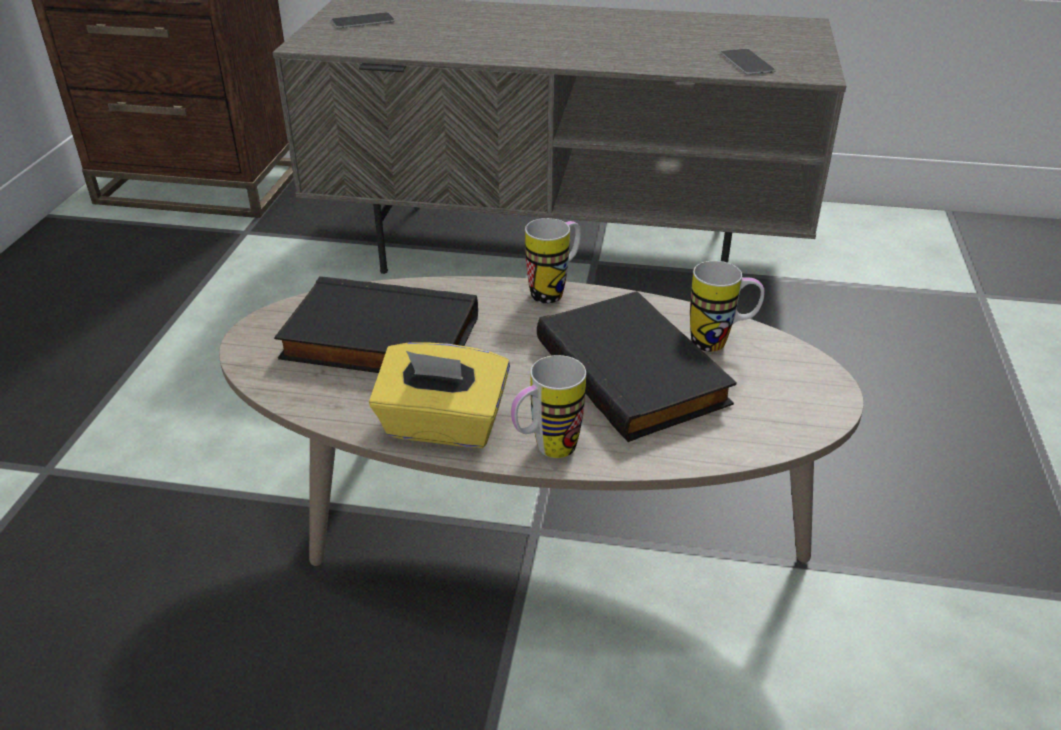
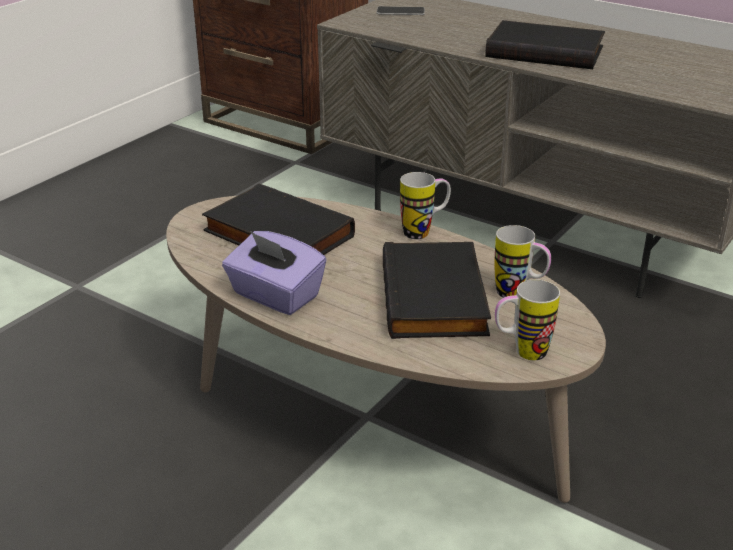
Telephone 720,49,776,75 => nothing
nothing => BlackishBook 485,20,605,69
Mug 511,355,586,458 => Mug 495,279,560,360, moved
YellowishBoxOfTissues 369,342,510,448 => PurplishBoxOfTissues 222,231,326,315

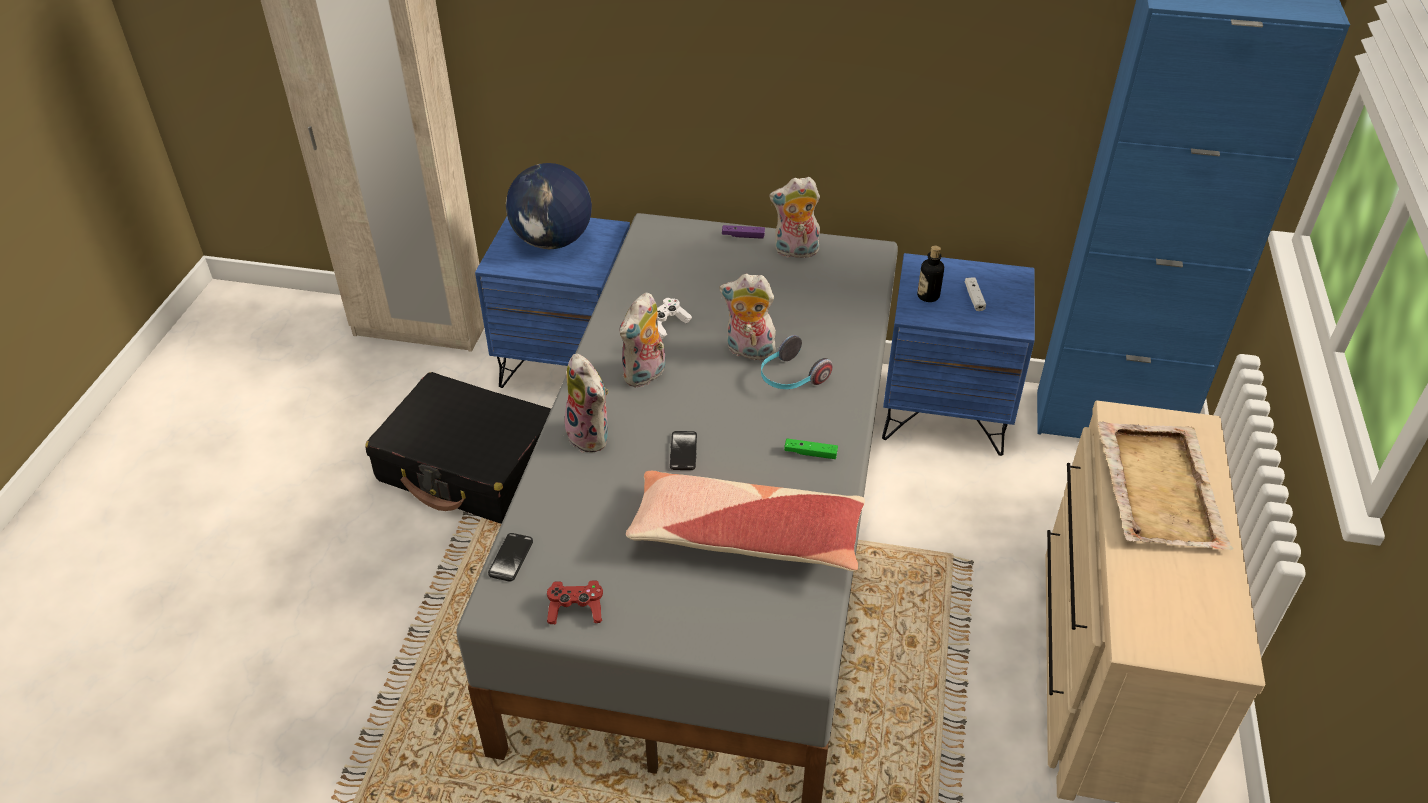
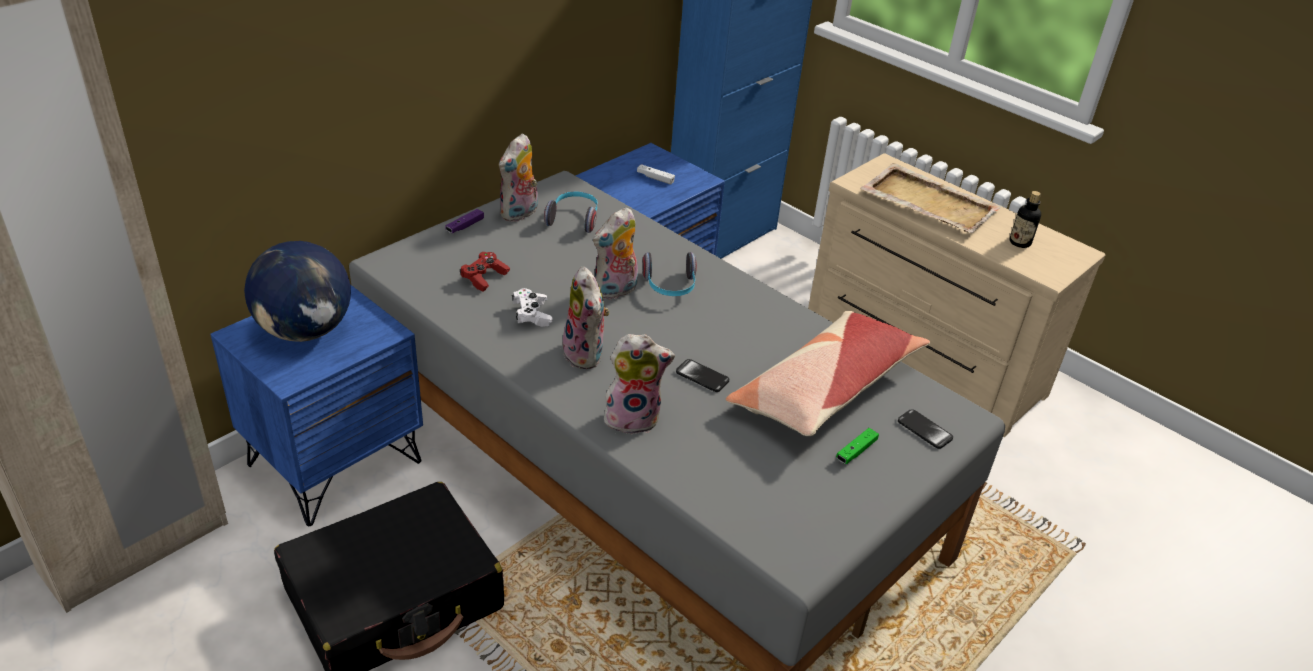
nothing => PairOfHeadphones 544,191,598,233
Telephone 488,533,533,582 => Telephone 898,409,953,449, moved
ReddishGameController 547,580,603,624 => ReddishGameController 460,252,510,291, moved
GreenishGameController 784,439,838,459 => GreenishGameController 836,428,879,464, moved
Bottle 917,245,944,302 => Bottle 1010,191,1041,248, moved

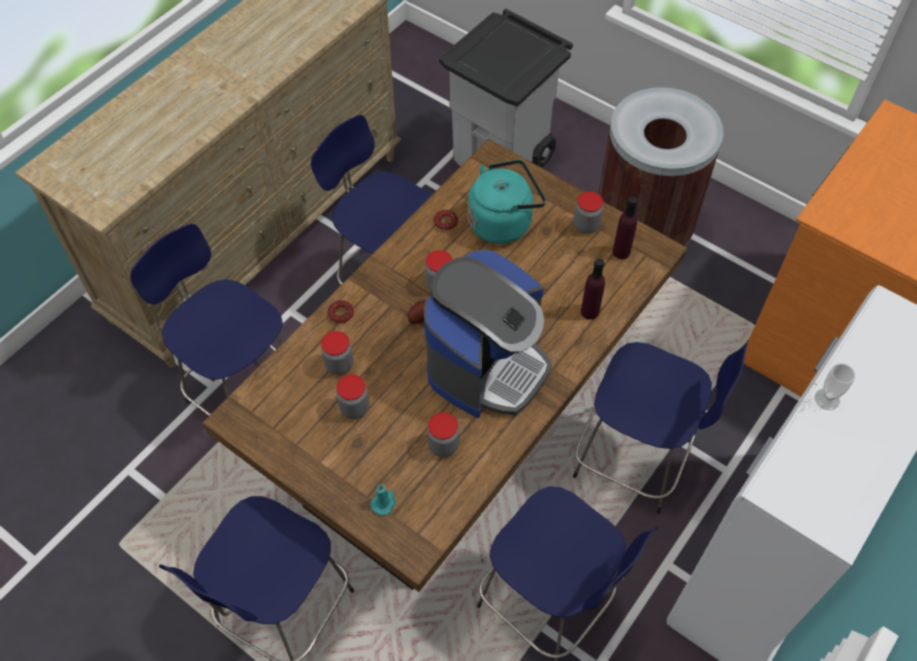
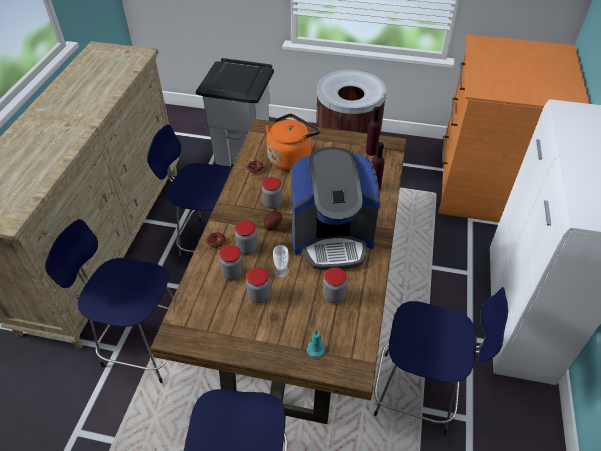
BluishStool 573,342,748,514 => nothing
StorageJar 574,191,603,234 => StorageJar 235,220,258,254, moved
SmallCup 815,363,855,410 => SmallCup 273,245,289,278, moved
BlueGreenWaterKettle 467,159,546,244 => OrangeColouredWaterKettle 265,114,320,170
CoffeeMaker 424,249,552,418 => CoffeeMaker 291,147,381,270, 75 degrees clockwise

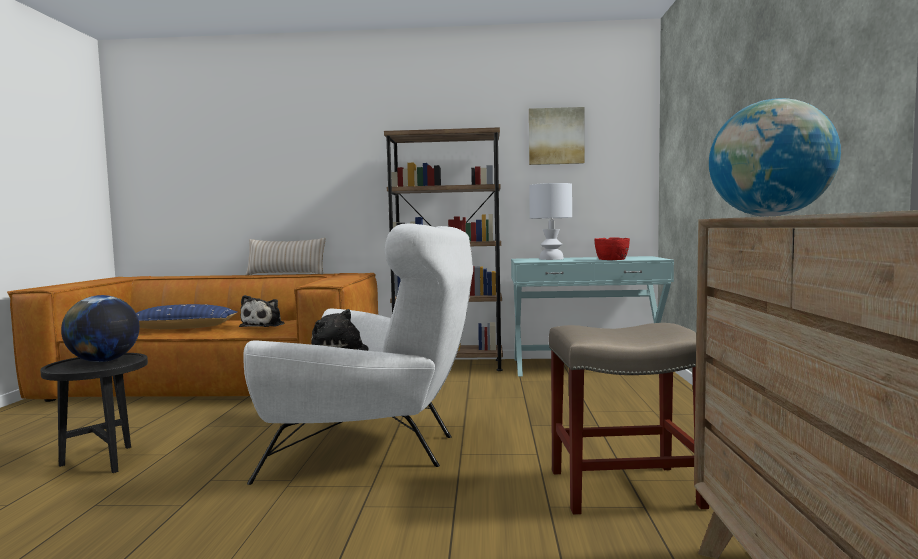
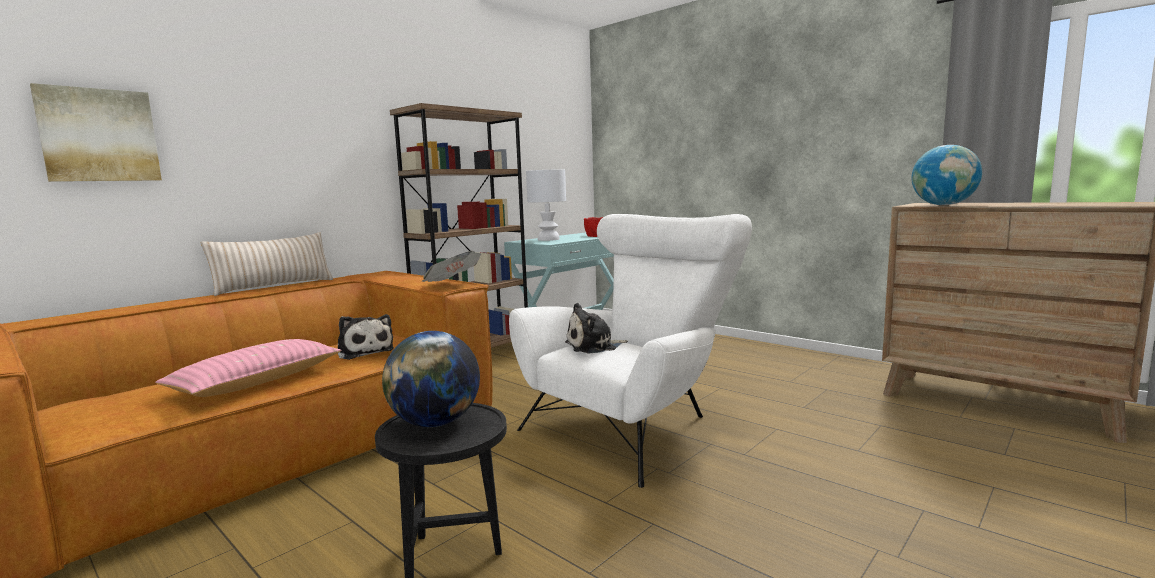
BeigeStool 549,323,709,515 => nothing
nothing => Newspaper 422,251,481,282
WallPicture 529,107,585,165 => WallPicture 30,83,162,182, moved
BluishPillow 136,304,238,329 => PinkColouredPillow 155,339,342,397

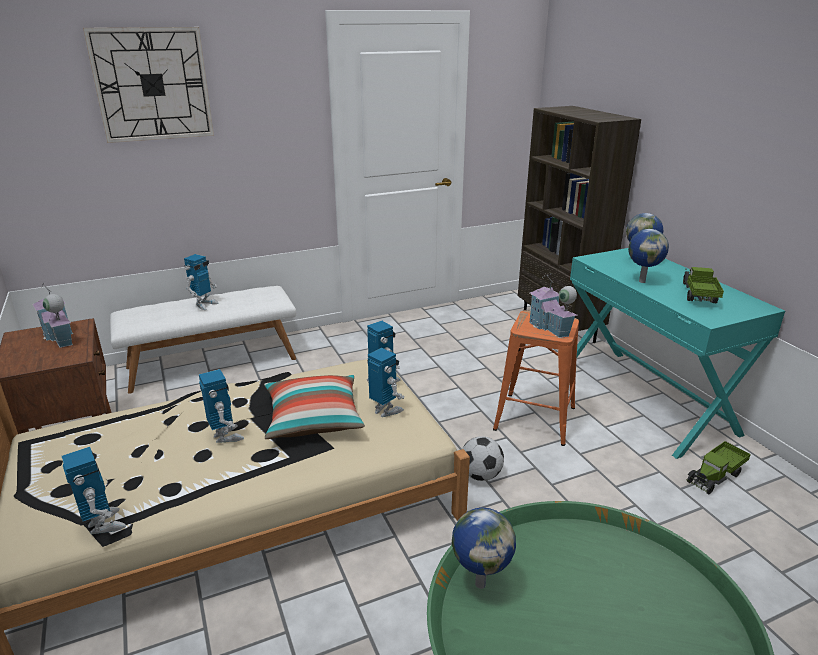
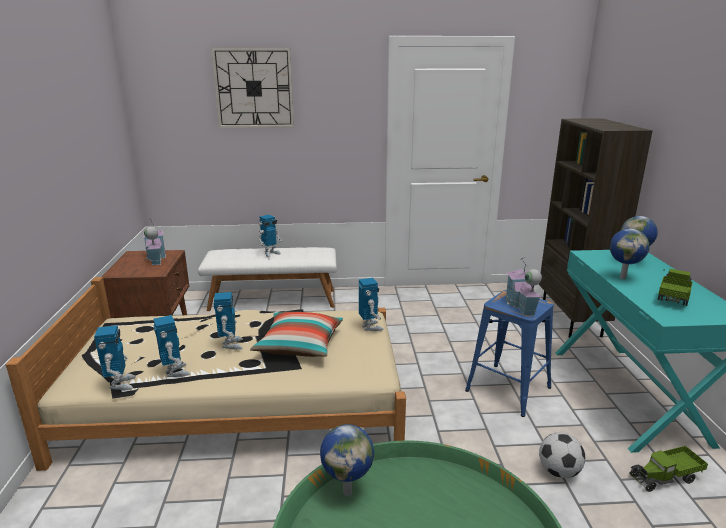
ModelRobot 367,348,404,417 => ModelRobot 153,315,190,377, moved
FootballBall 462,436,504,481 => FootballBall 539,432,585,478, moved
OrangeColouredStool 493,310,579,446 => BluishStool 465,290,554,417

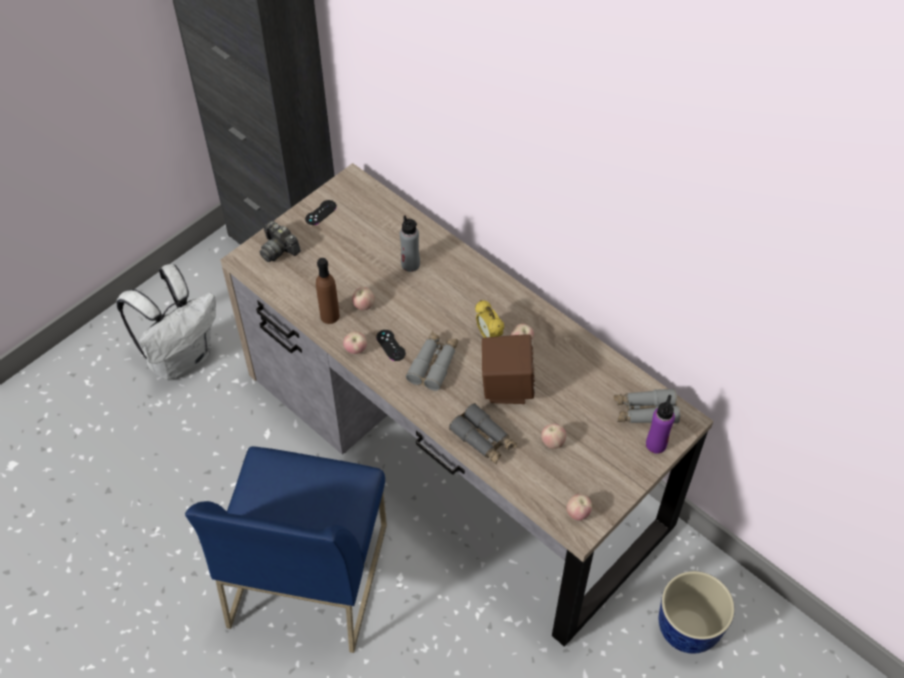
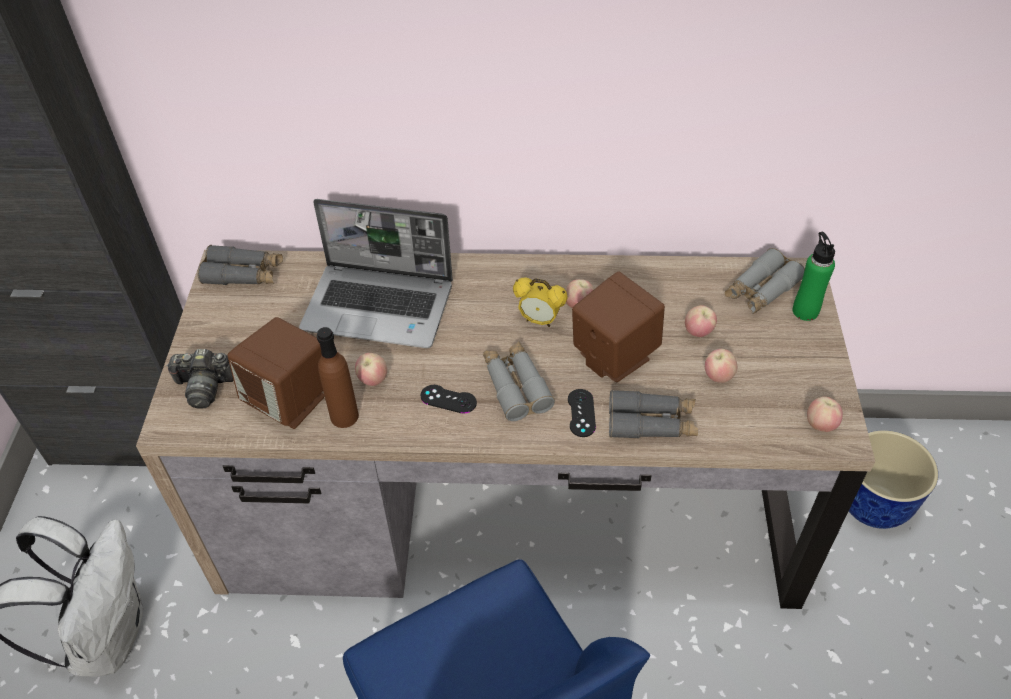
nothing => GreyFieldGlasses 198,245,283,285
nothing => BrownColouredAudioSpeaker 227,317,324,429
BlackishGameController 305,200,337,225 => BlackishGameController 568,389,596,437, moved
WholeApple 343,331,367,354 => WholeApple 685,305,717,337, moved
GreyBottle 400,215,420,272 => NotebookComputer 299,199,453,348
PurplishBottle 646,395,675,454 => GreenishBottle 793,232,835,321

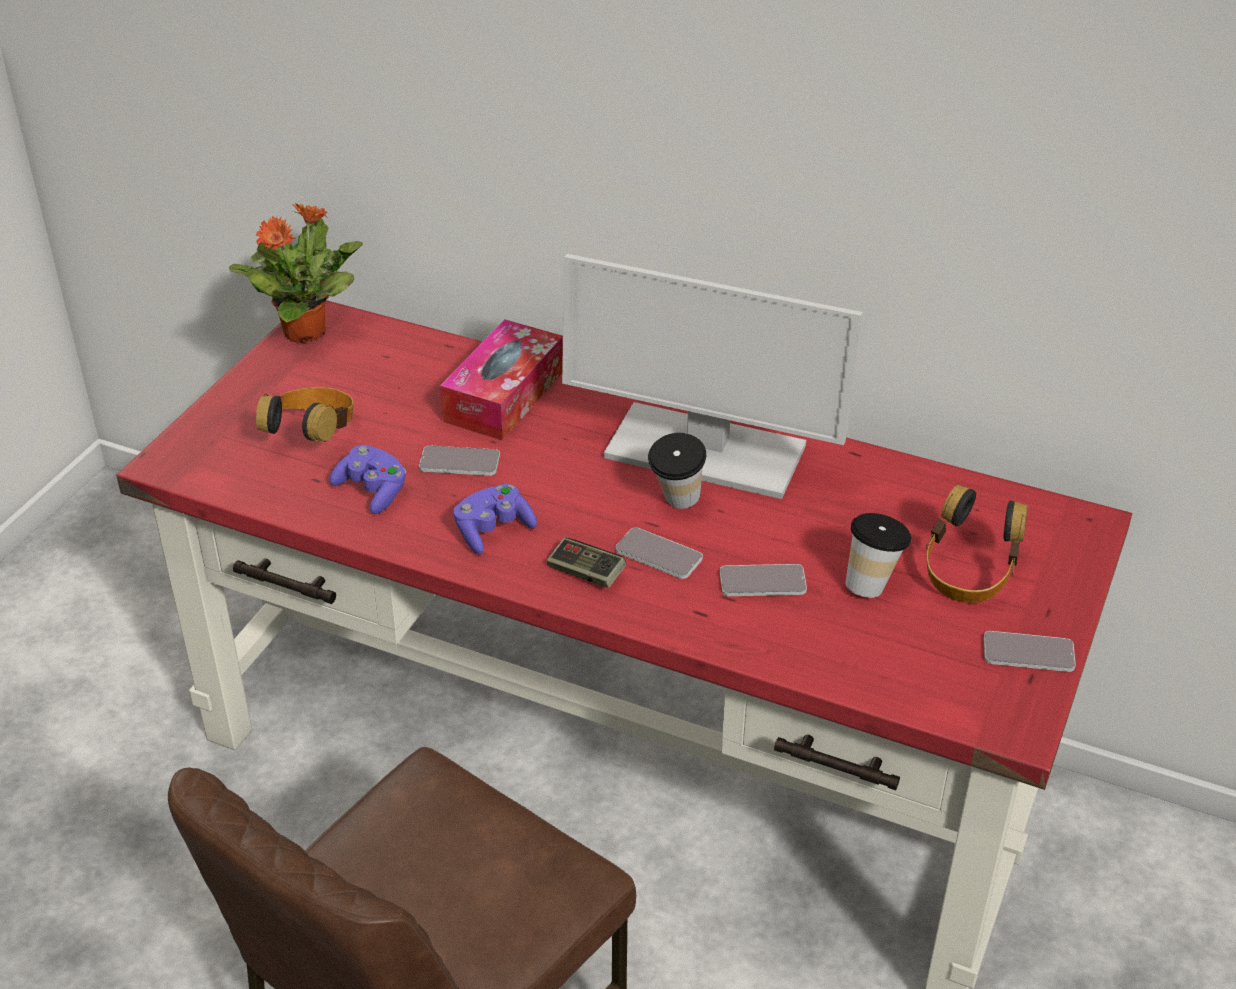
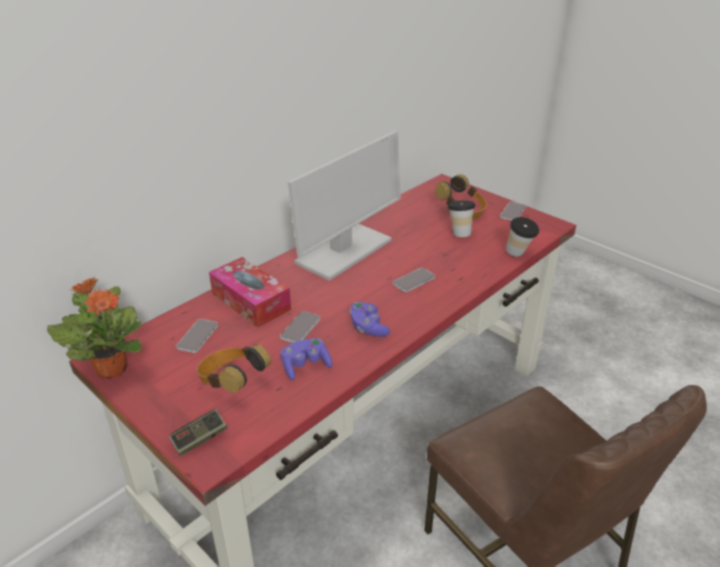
GameController 547,538,627,588 => GameController 169,409,227,456, moved
SmallCup 648,433,706,509 => SmallCup 506,217,539,257, moved
Telephone 720,564,807,596 => Telephone 176,319,218,353, moved

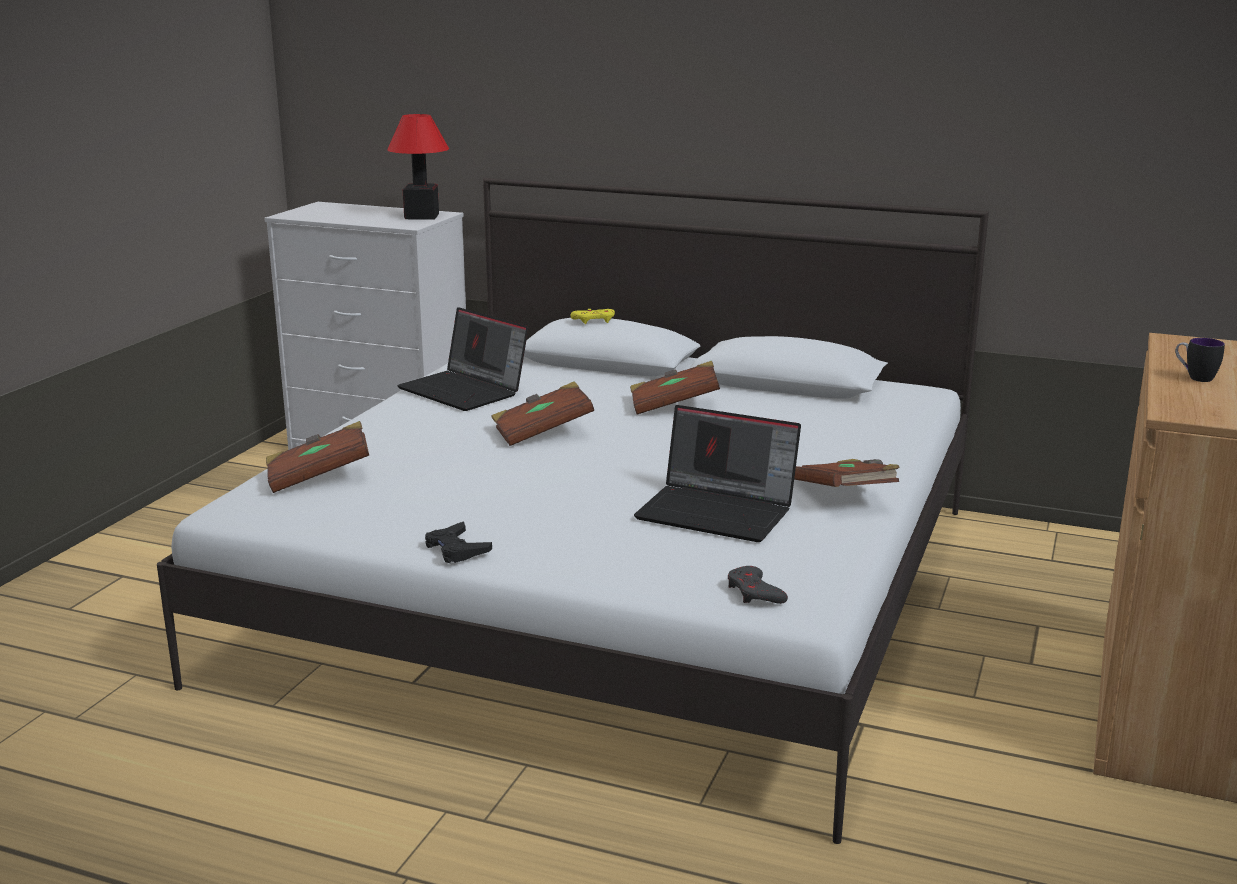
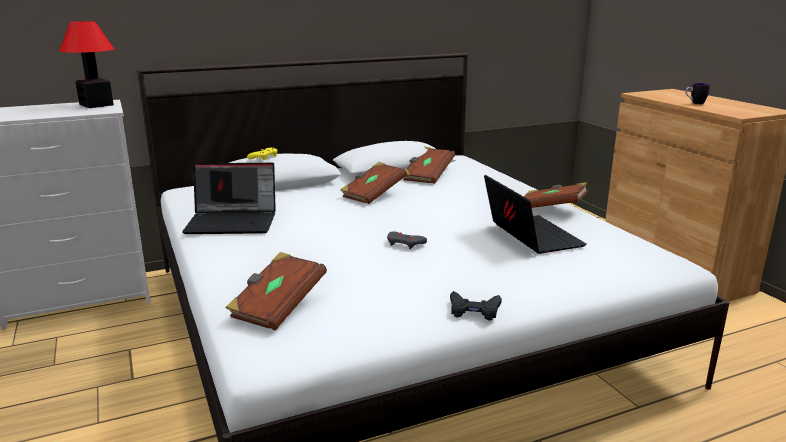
BrownColouredBook 491,381,594,446 => BrownColouredBook 403,146,455,184, moved
GreyGameController 728,566,788,604 => GreyGameController 387,231,427,249, moved
NotebookComputer 634,405,801,542 => NotebookComputer 484,175,587,254, 90 degrees counterclockwise

